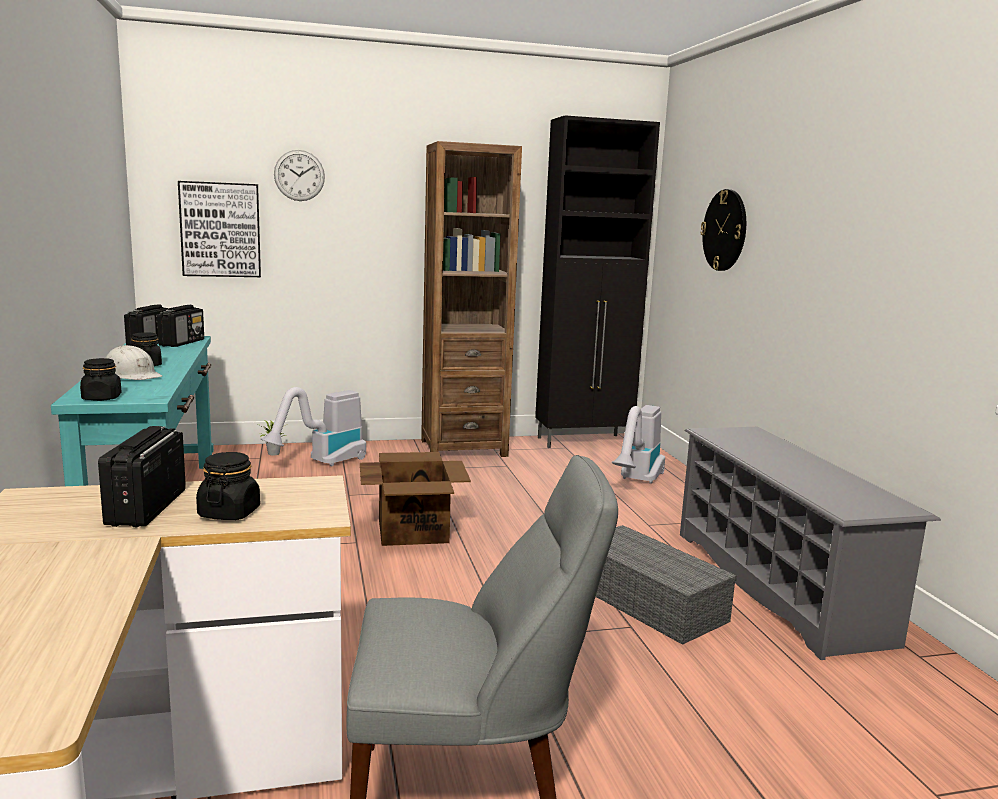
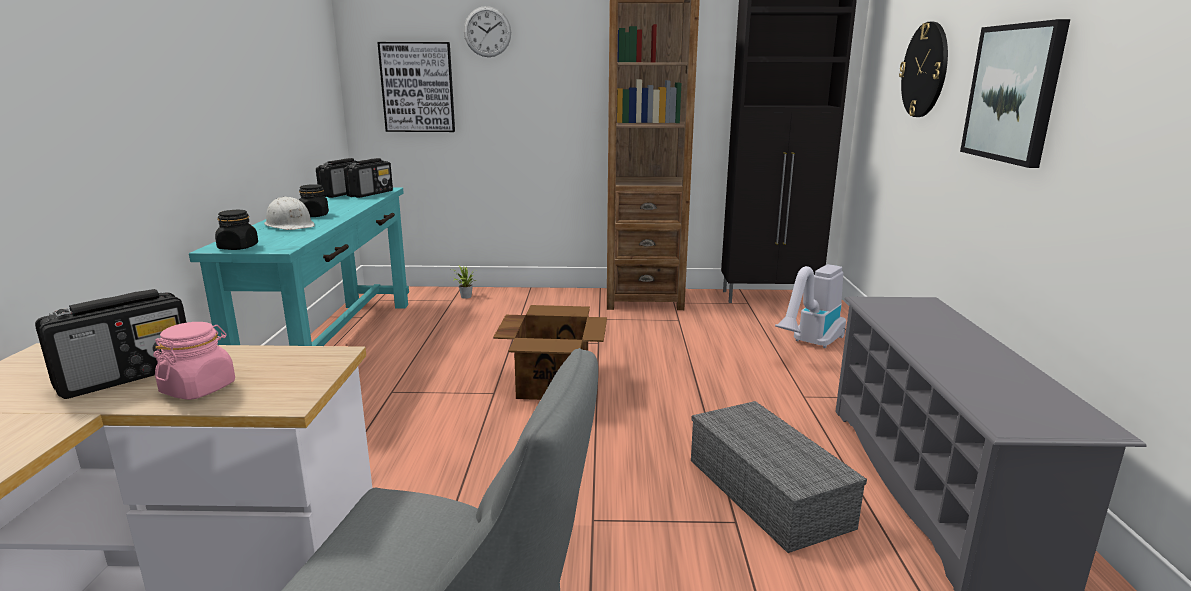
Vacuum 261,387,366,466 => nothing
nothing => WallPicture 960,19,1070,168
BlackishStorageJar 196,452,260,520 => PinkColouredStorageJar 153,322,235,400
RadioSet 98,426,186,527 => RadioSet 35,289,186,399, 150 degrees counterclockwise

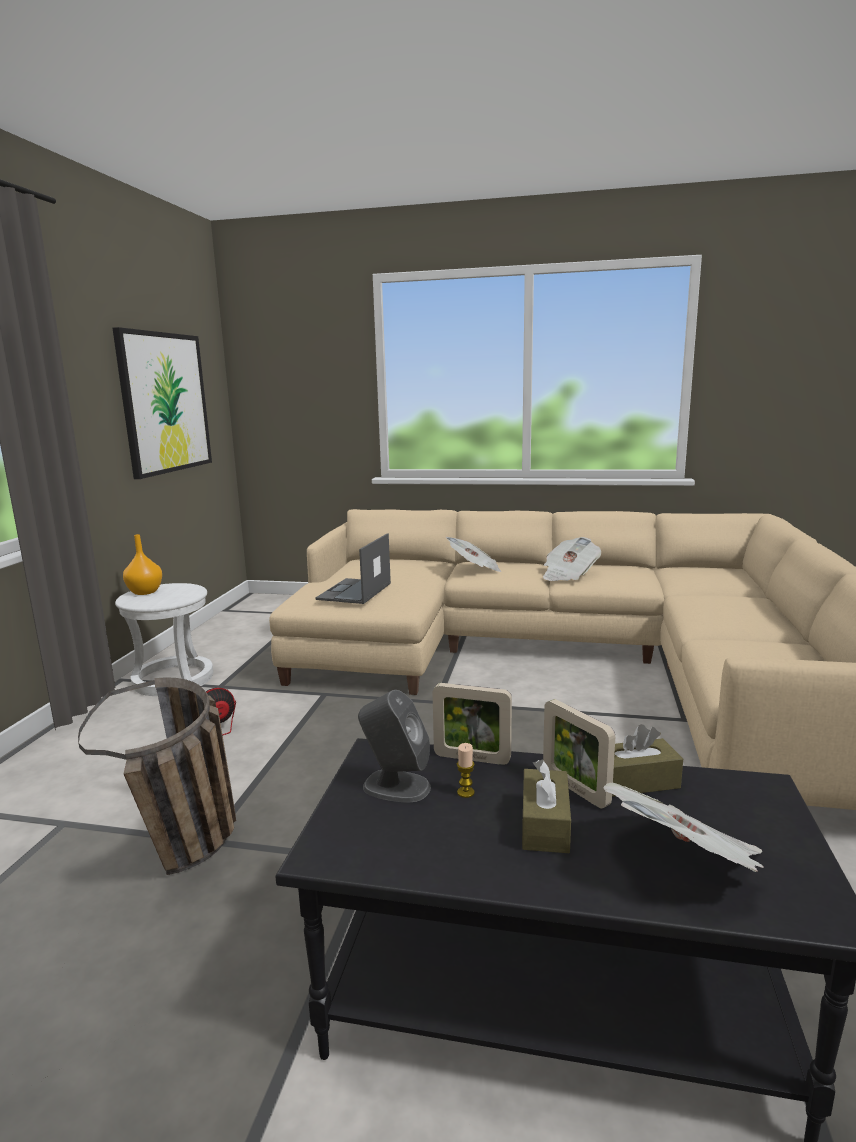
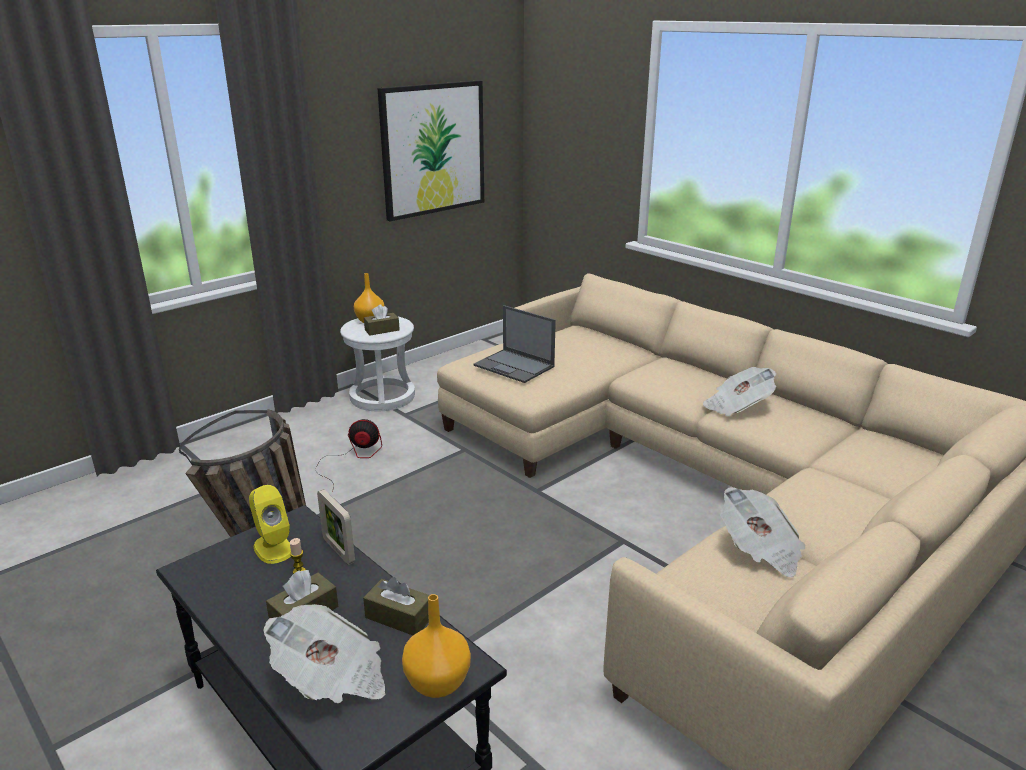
StandingFrame 543,699,615,809 => nothing
nothing => BrownColouredBoxOfTissues 364,304,400,335
nothing => OrangeColouredFlowerVase 402,594,471,698
Newspaper 446,537,501,572 => Newspaper 720,487,806,577, moved
GreyAudioSpeaker 358,690,431,802 => YellowishAudioSpeaker 249,485,291,564
NotebookComputer 316,533,391,604 => NotebookComputer 474,305,556,383, 105 degrees counterclockwise

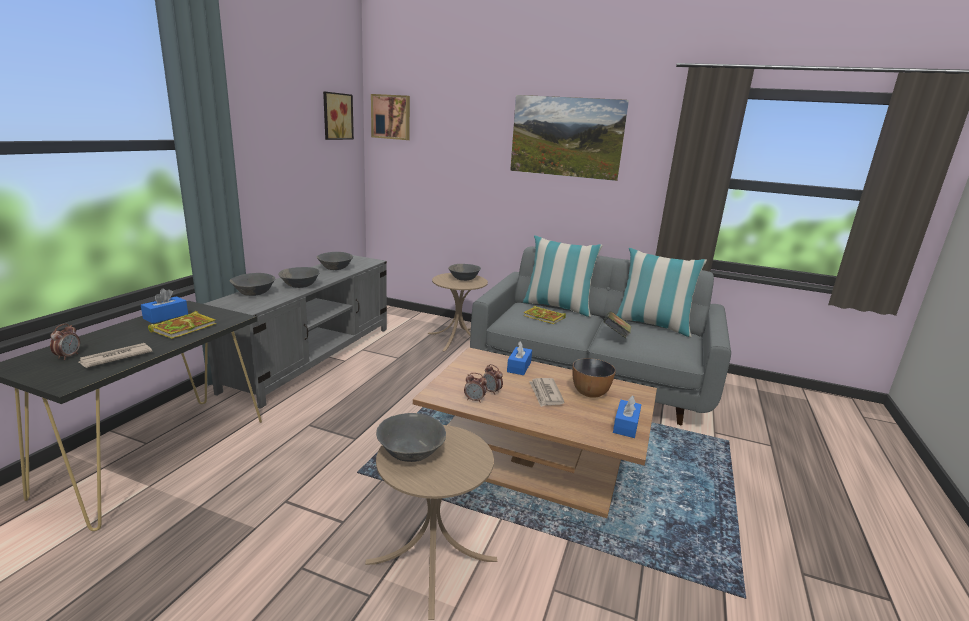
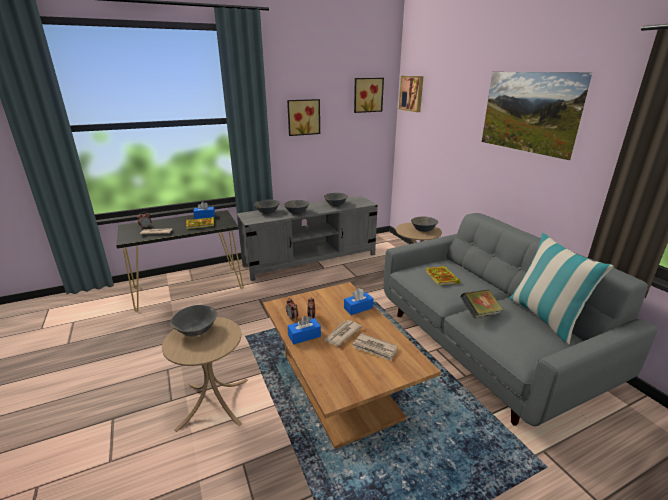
Pillow 523,236,603,317 => nothing
nothing => WallPicture 287,99,320,136
BluishBoxOfTissues 613,395,641,438 => BluishBoxOfTissues 288,316,321,344, moved
ServingBowl 572,358,616,398 => Newspaper 353,333,398,361

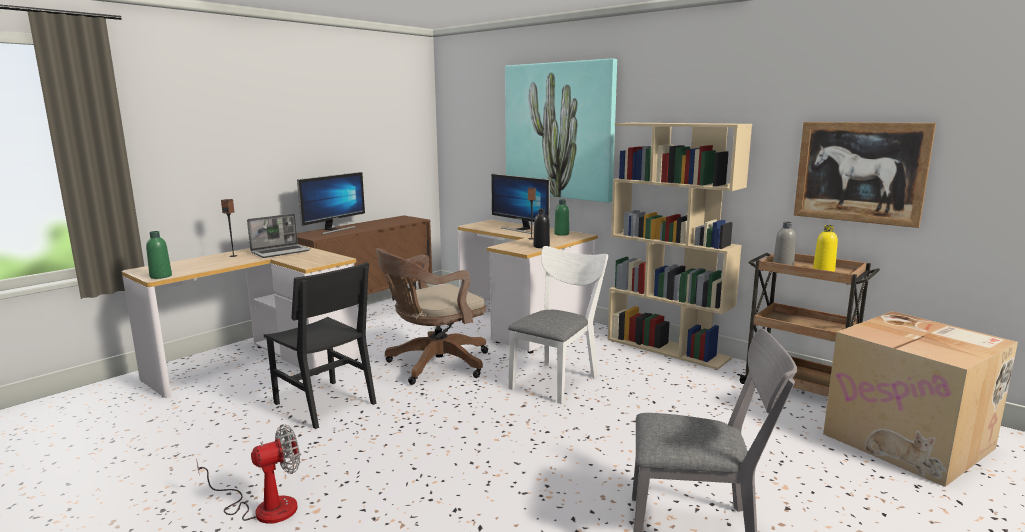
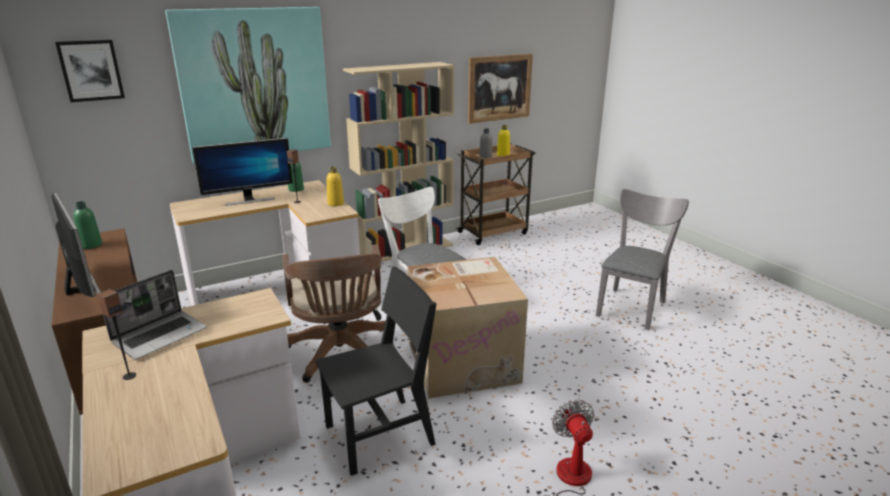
nothing => WallPicture 55,40,125,102
GreenishBottle 146,231,172,279 => GreenishBottle 73,201,102,249, moved
PackingBox 823,311,1018,487 => PackingBox 407,257,528,398, moved
BlackishBottle 533,209,550,248 => YellowishBottle 326,167,344,206
NotebookComputer 247,214,311,258 => NotebookComputer 103,270,207,360, 60 degrees clockwise

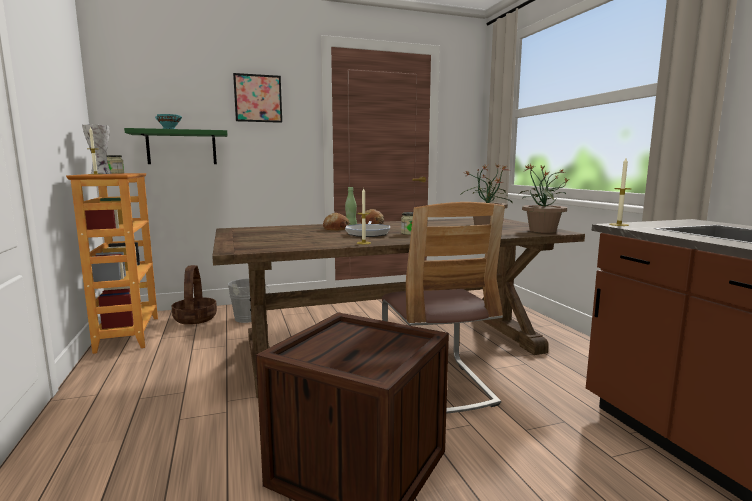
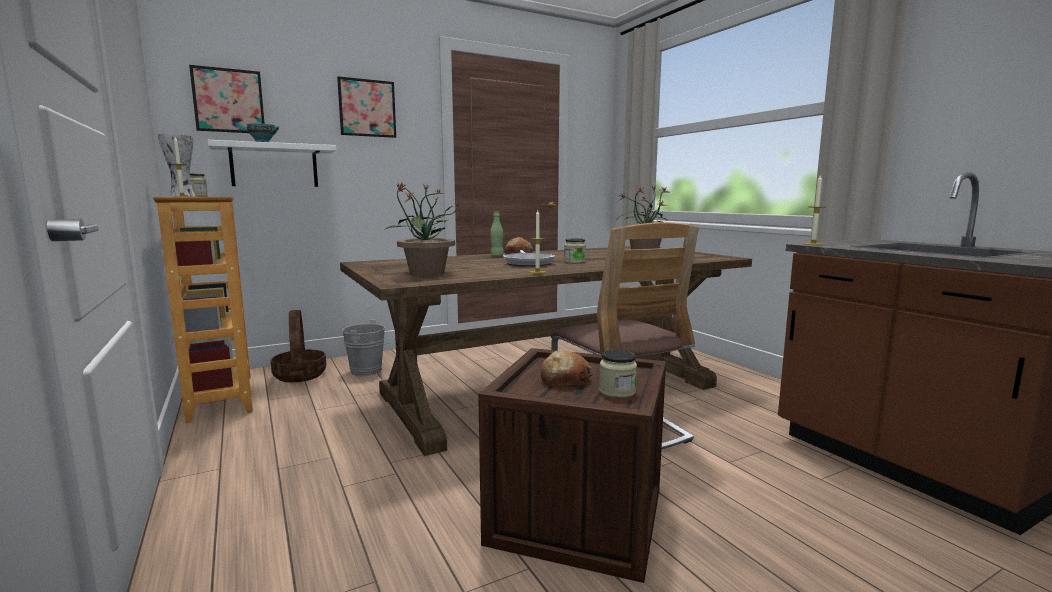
nothing => WallPicture 189,65,265,133
nothing => StorageJar 599,350,637,398
Bread 323,213,350,230 => Bread 540,350,593,388, moved
PottedPlant 519,164,569,233 => PottedPlant 383,182,459,276, moved
GreenishShelf 124,128,227,164 => WhitishShelf 208,140,337,187

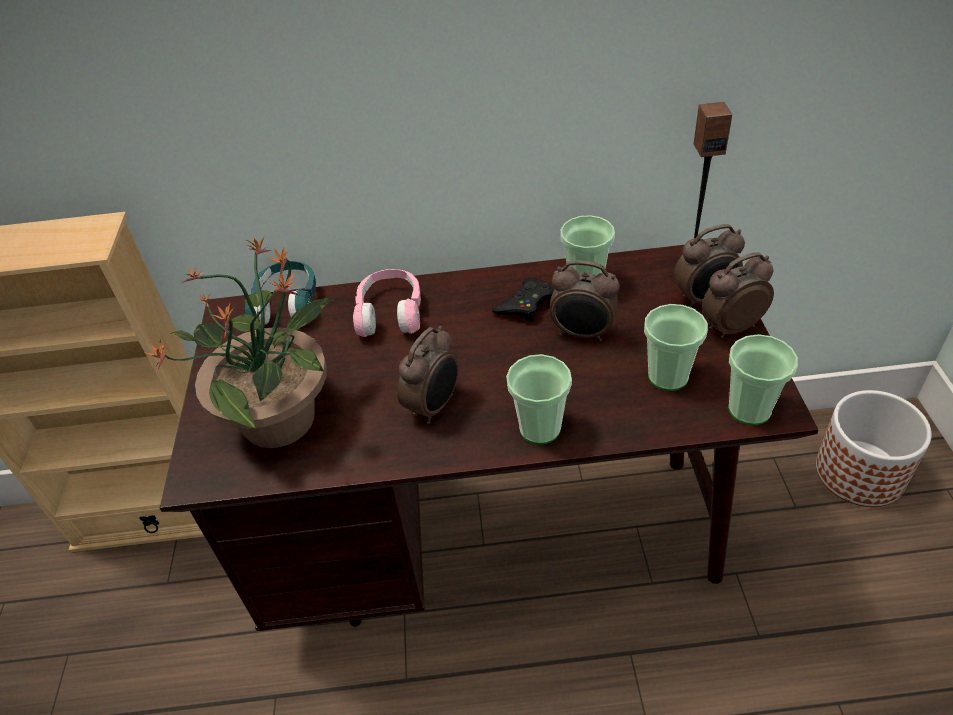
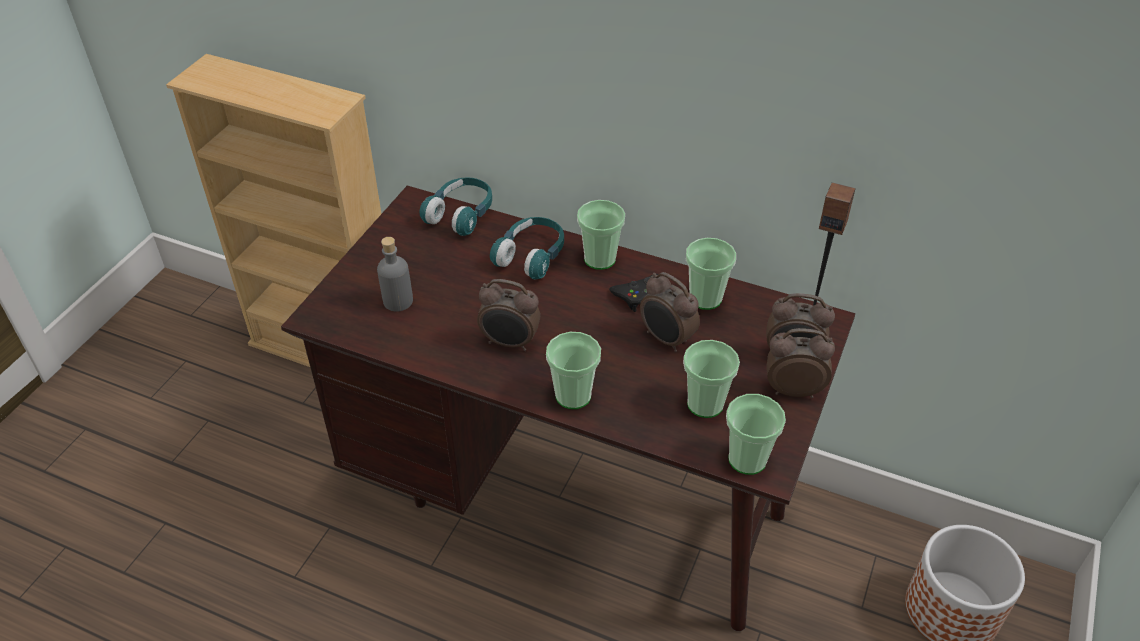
nothing => SmallCup 577,200,625,270
PottedPlant 143,237,333,448 => GreyBottle 377,237,413,312
PinkColouredPairOfHeadphones 353,269,421,337 => BlueGreenPairOfHeadphones 490,217,564,280
AlarmClock 397,326,459,424 => AlarmClock 477,279,540,351, 45 degrees clockwise

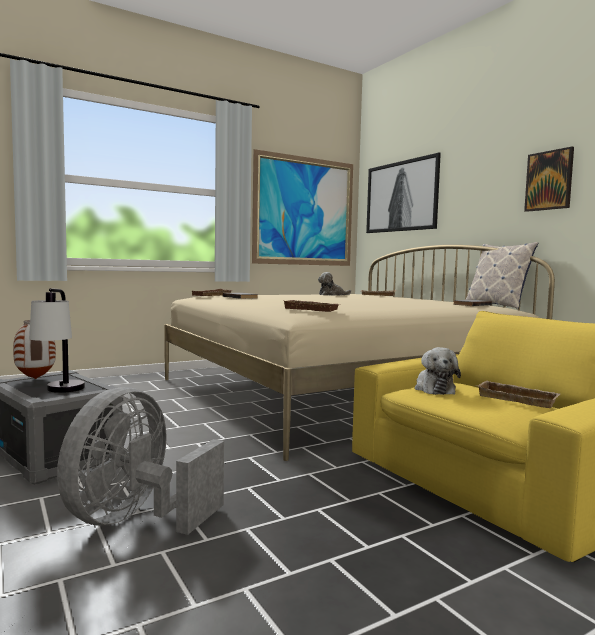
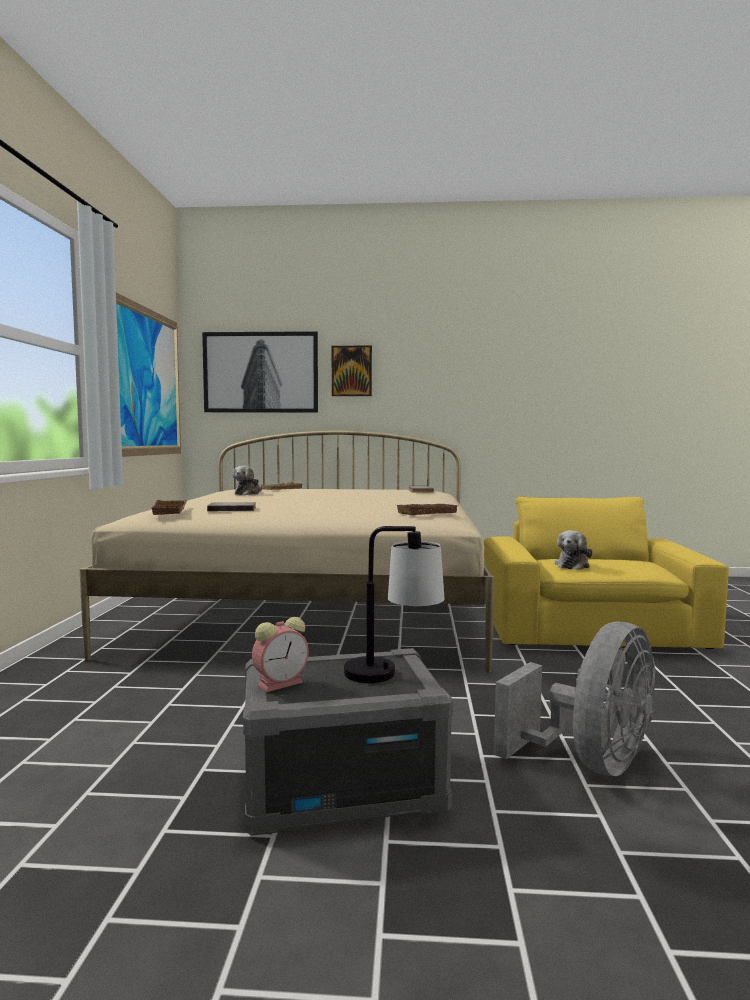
Pillow 465,242,539,309 => nothing
BeigeTray 476,381,560,408 => nothing
WallPicture 524,147,574,212 => WallPicture 332,346,372,396, moved
FlowerVase 13,320,56,379 => AlarmClock 252,617,309,692
GreyFan 57,387,224,535 => GreyFan 494,621,655,776, 105 degrees counterclockwise
CuddlyToy 415,347,461,395 => CuddlyToy 554,530,593,570, 90 degrees clockwise

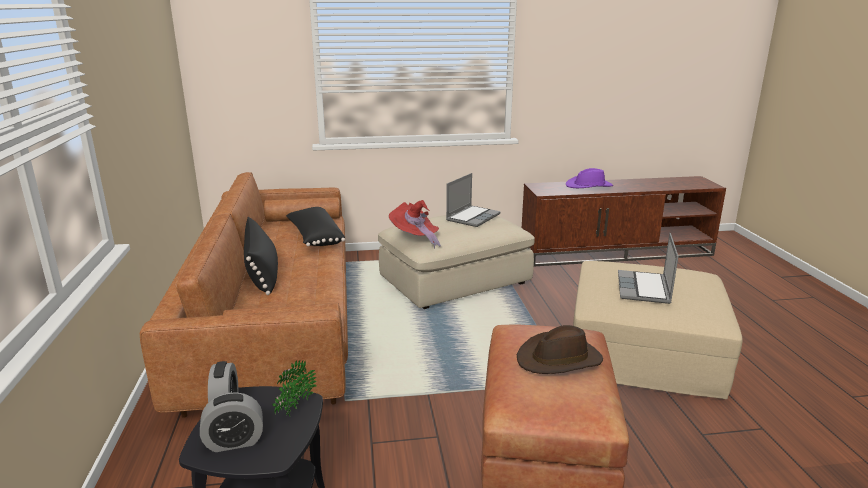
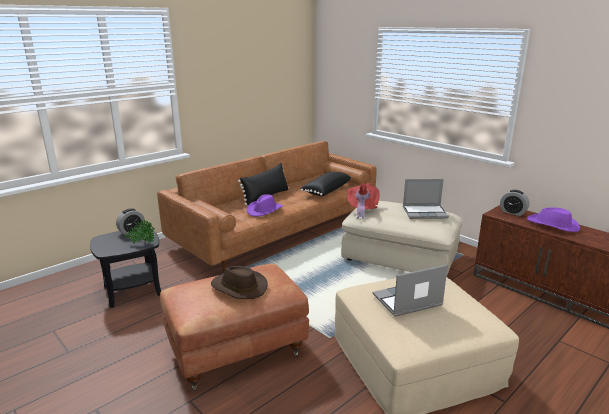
nothing => PurplishClothingHat 247,194,283,216
AlarmClock 200,392,263,452 => AlarmClock 500,190,529,216, moved

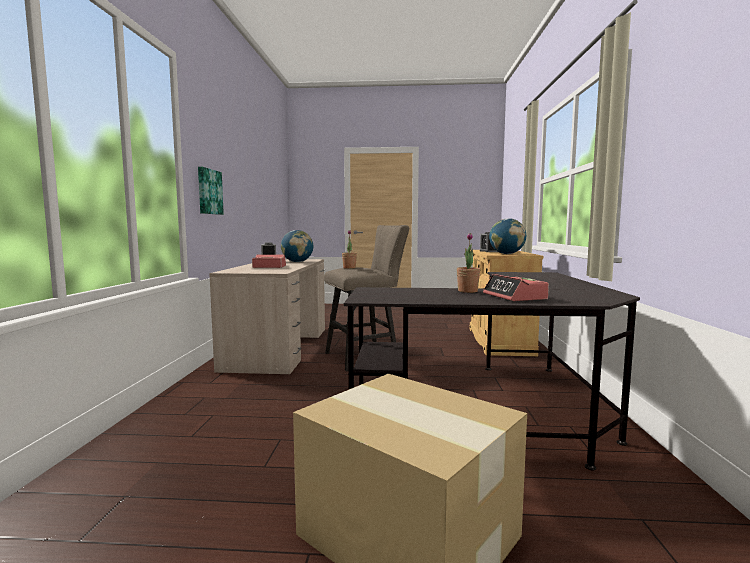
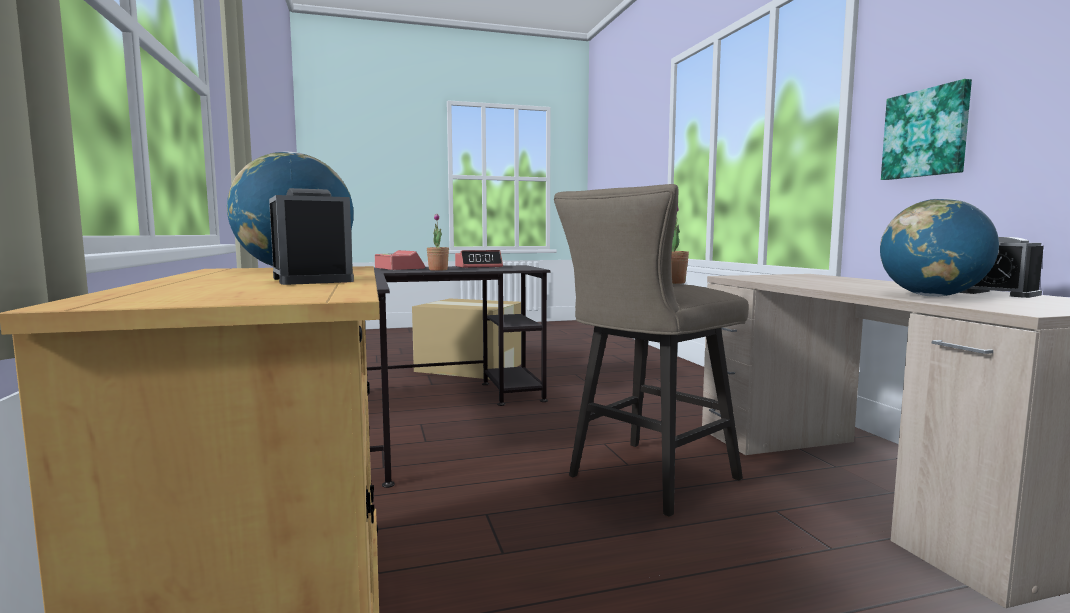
AlarmClock 252,255,286,268 => AlarmClock 455,250,503,268, moved

